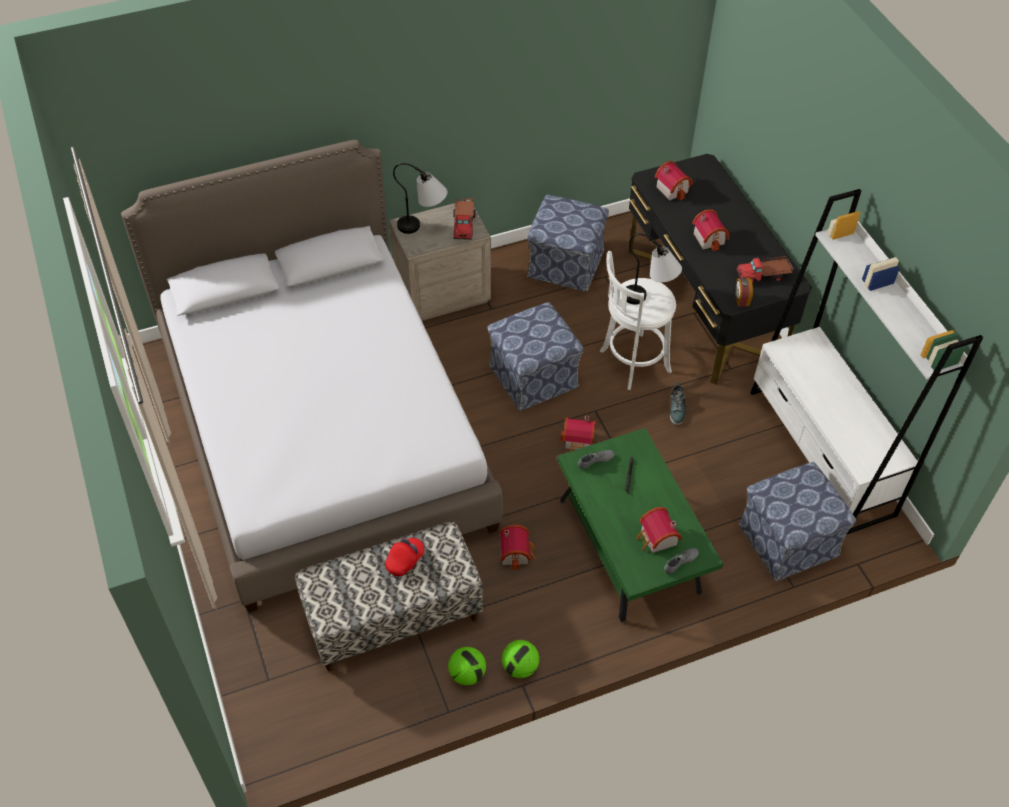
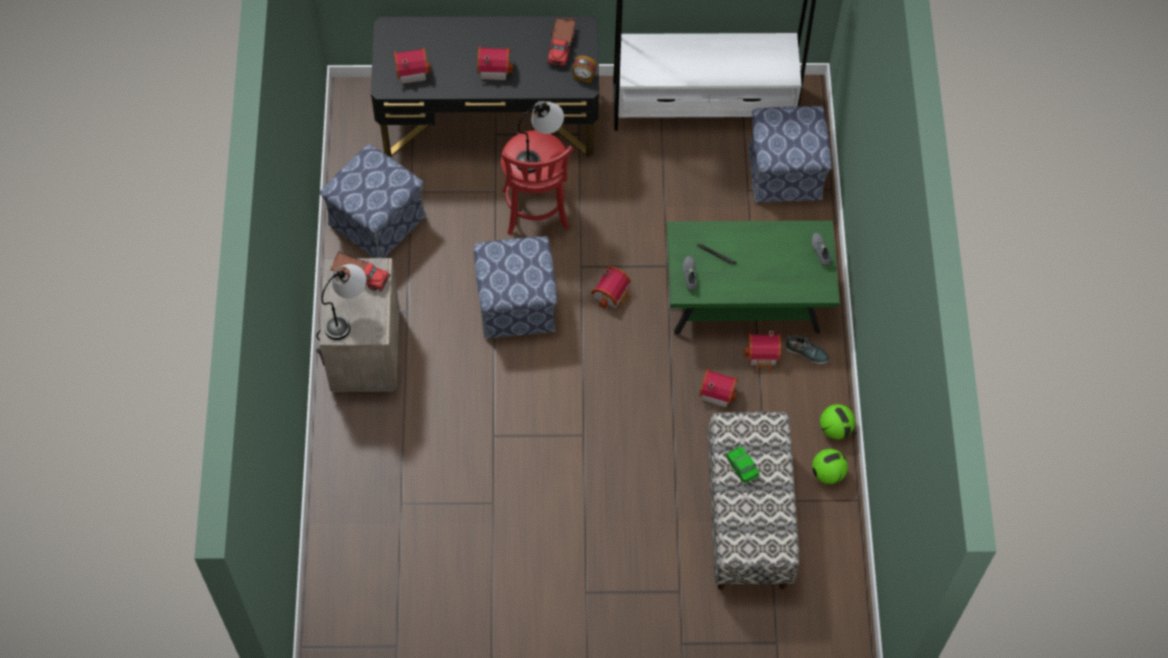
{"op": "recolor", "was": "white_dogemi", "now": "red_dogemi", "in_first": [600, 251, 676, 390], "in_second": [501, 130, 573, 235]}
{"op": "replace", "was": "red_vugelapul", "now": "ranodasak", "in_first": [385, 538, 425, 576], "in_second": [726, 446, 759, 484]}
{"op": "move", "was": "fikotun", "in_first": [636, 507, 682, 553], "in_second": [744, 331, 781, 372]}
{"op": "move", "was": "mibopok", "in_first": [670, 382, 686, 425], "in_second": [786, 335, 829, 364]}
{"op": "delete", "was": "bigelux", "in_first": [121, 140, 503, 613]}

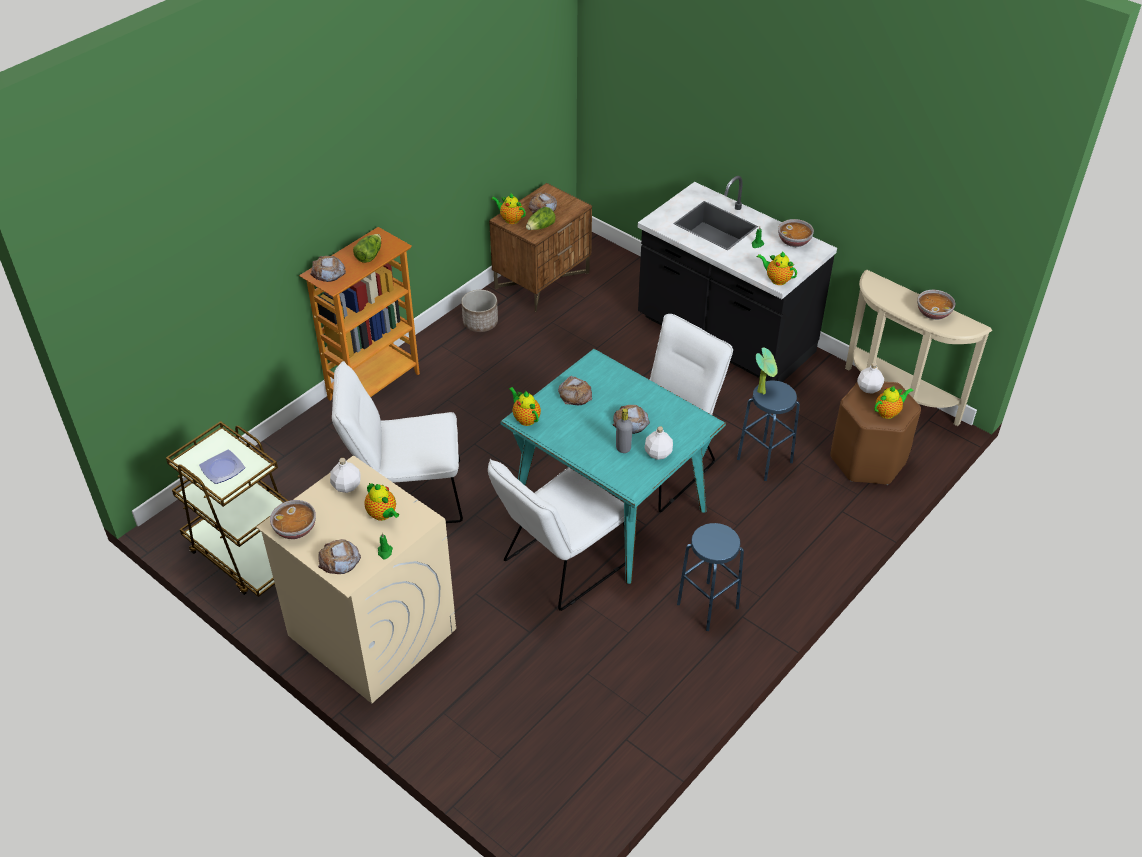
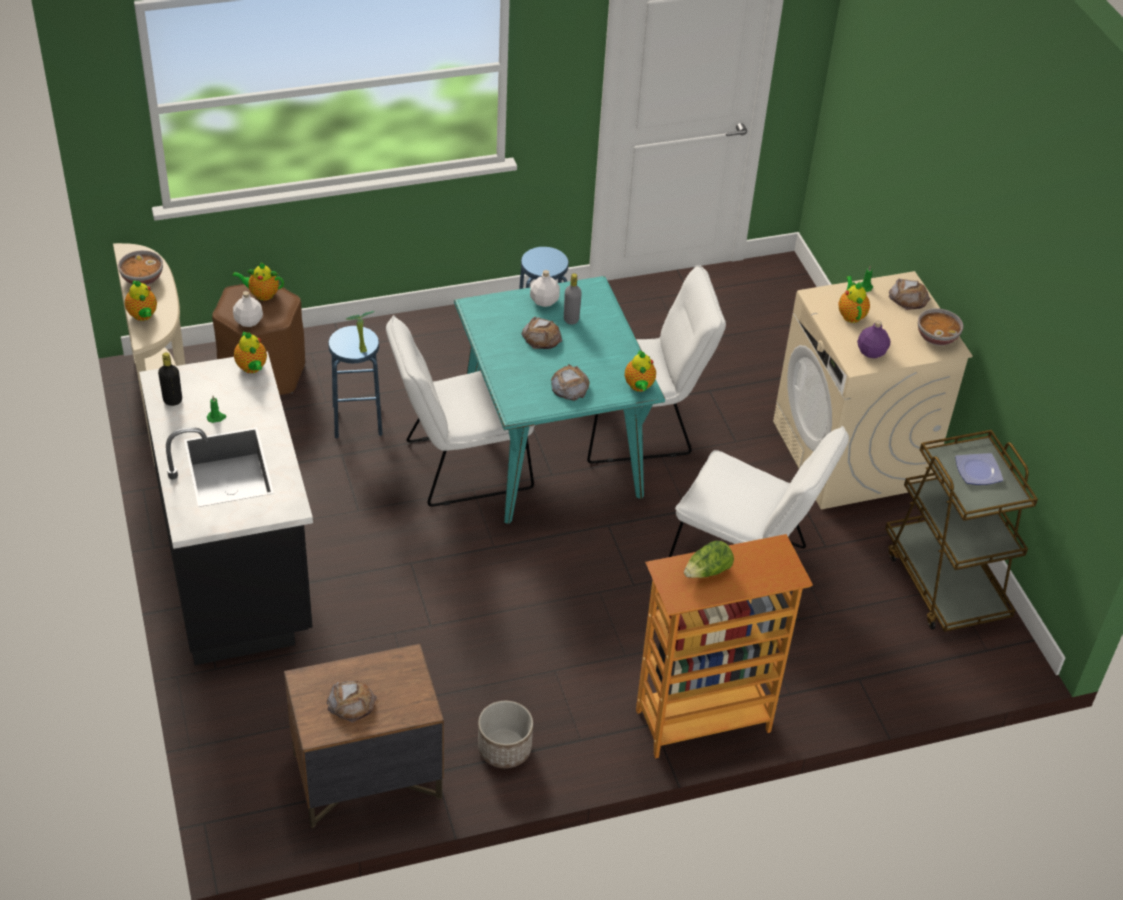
{"op": "move", "was": "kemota", "in_first": [491, 193, 526, 224], "in_second": [125, 280, 157, 321]}
{"op": "replace", "was": "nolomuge", "now": "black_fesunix", "in_first": [778, 219, 814, 247], "in_second": [158, 352, 182, 406]}
{"op": "recolor", "was": "white_fesunix", "now": "purple_fesunix", "in_first": [330, 458, 361, 493], "in_second": [857, 320, 890, 358]}
{"op": "delete", "was": "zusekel", "in_first": [310, 256, 346, 282]}
{"op": "delete", "was": "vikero", "in_first": [526, 207, 556, 230]}

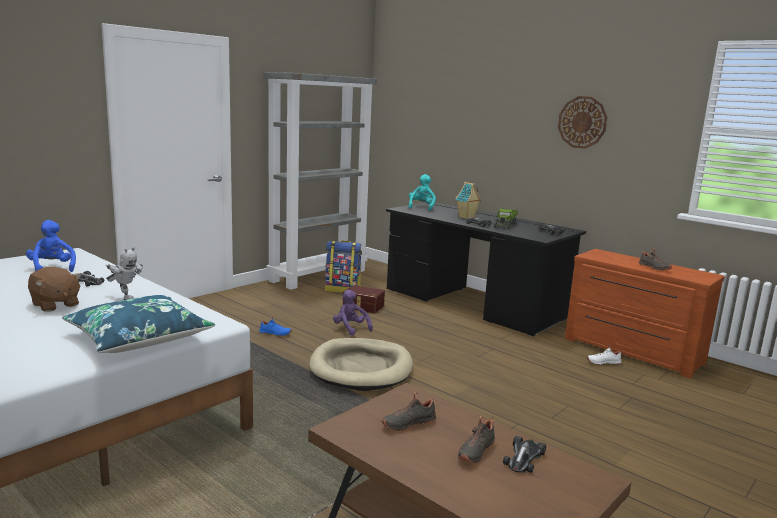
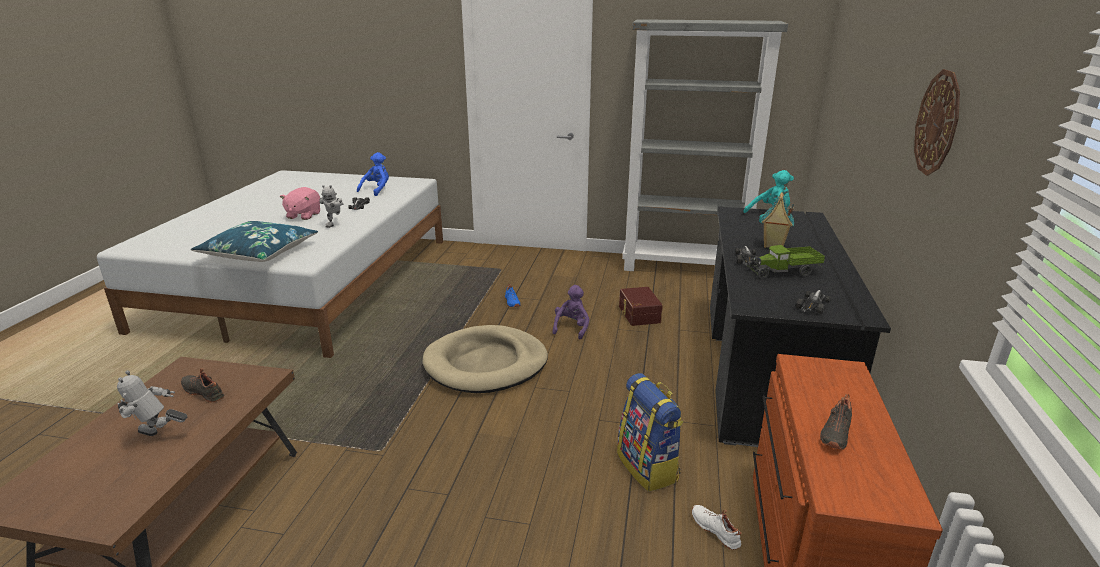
{"op": "replace", "was": "black_mibopok", "now": "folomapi", "in_first": [458, 416, 495, 464], "in_second": [117, 370, 187, 436]}
{"op": "recolor", "was": "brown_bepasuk", "now": "pink_bepasuk", "in_first": [28, 267, 82, 312], "in_second": [280, 187, 320, 220]}
{"op": "move", "was": "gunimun", "in_first": [325, 240, 362, 293], "in_second": [617, 373, 684, 492]}
{"op": "delete", "was": "ranodasak", "in_first": [503, 436, 546, 473]}

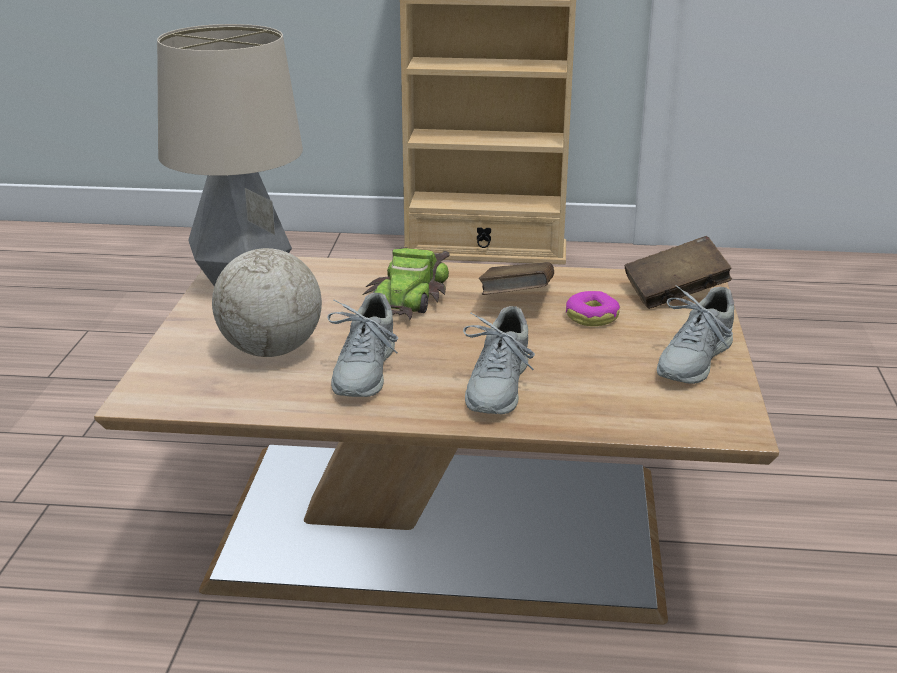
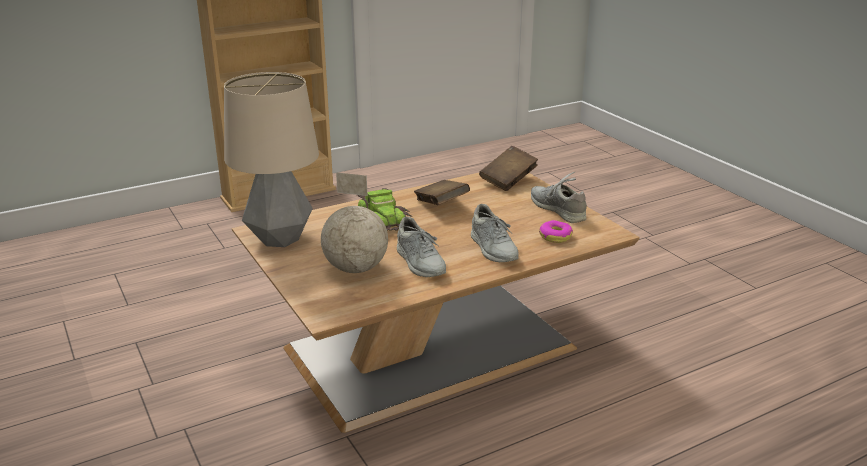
{"op": "rotate", "was": "grey_mibopok", "in_first": [657, 285, 735, 384], "in_second": [531, 172, 587, 223], "clockwise": 150}
{"op": "move", "was": "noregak", "in_first": [566, 291, 620, 326], "in_second": [539, 220, 573, 243]}

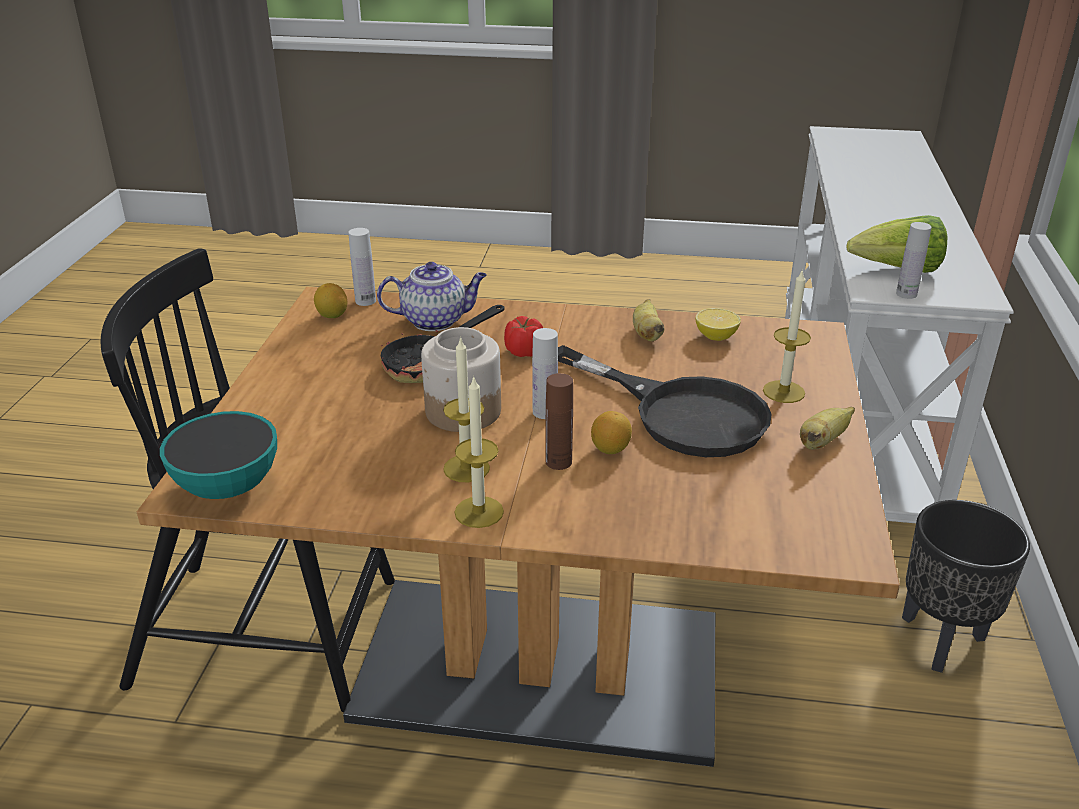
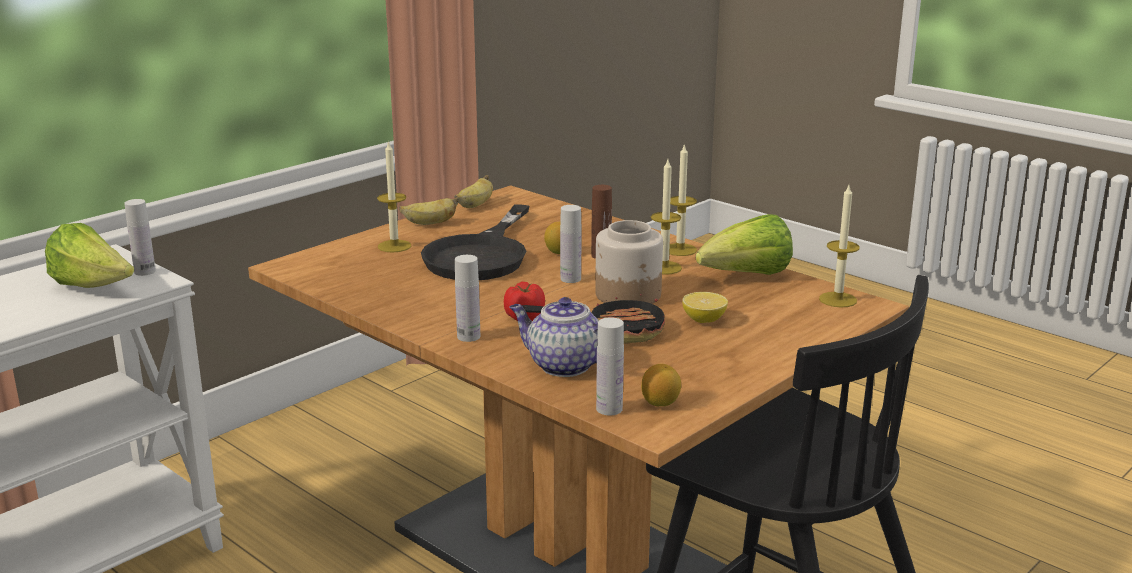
{"op": "rotate", "was": "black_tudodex", "in_first": [558, 345, 772, 457], "in_second": [421, 204, 529, 280], "clockwise": -150}
{"op": "move", "was": "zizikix", "in_first": [633, 299, 664, 342], "in_second": [454, 175, 493, 208]}
{"op": "insert", "now": "white_fesunix", "in_second": [455, 255, 480, 342]}
{"op": "move", "was": "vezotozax", "in_first": [695, 308, 741, 341], "in_second": [682, 292, 728, 323]}
{"op": "insert", "now": "vikero", "in_second": [696, 214, 793, 275]}
{"op": "replace", "was": "nolomuge", "now": "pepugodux", "in_first": [160, 411, 277, 499], "in_second": [819, 185, 860, 308]}
{"op": "delete", "was": "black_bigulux", "in_first": [902, 500, 1030, 673]}

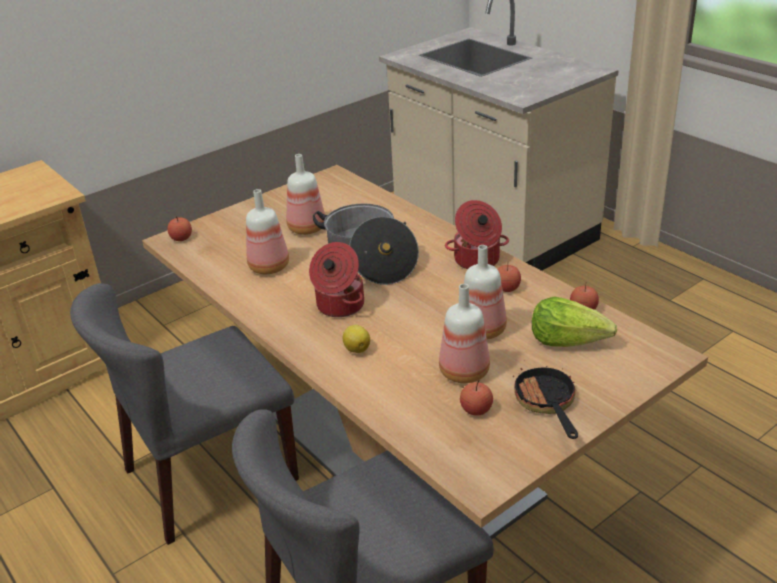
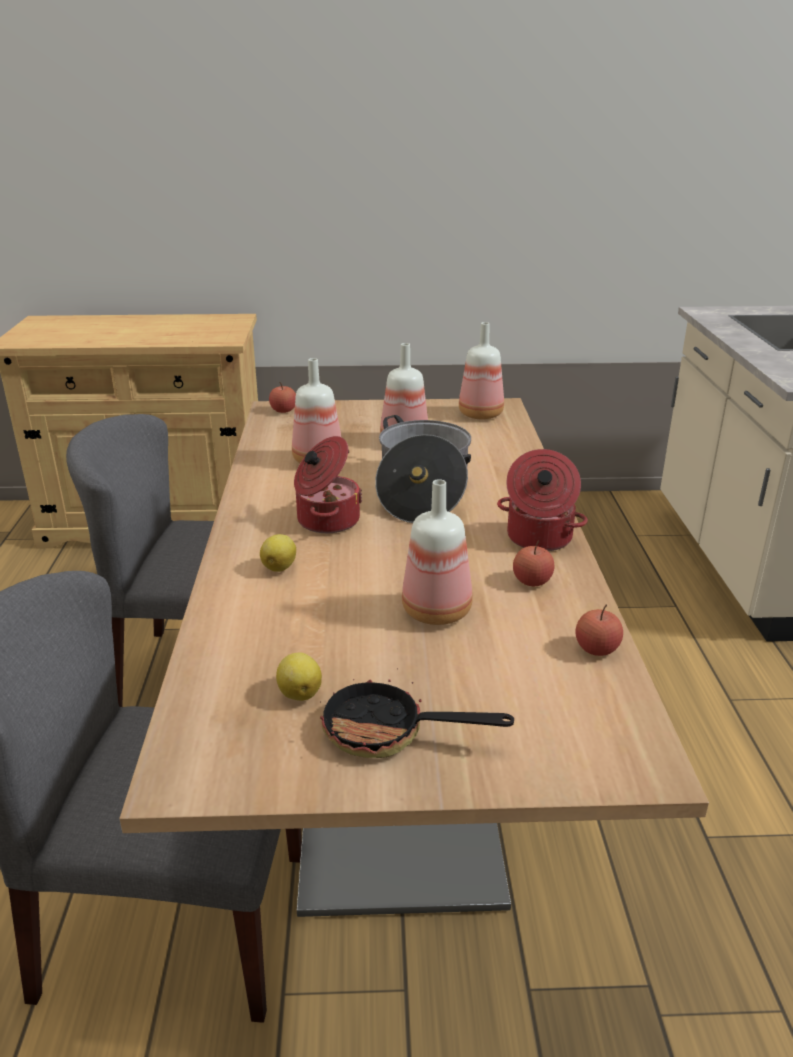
{"op": "replace", "was": "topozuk", "now": "vezotozax", "in_first": [460, 380, 493, 416], "in_second": [276, 652, 322, 701]}
{"op": "rotate", "was": "tudodex", "in_first": [513, 366, 578, 439], "in_second": [320, 668, 514, 758], "clockwise": -105}
{"op": "move", "was": "fesunix", "in_first": [439, 284, 490, 383], "in_second": [459, 322, 504, 419]}
{"op": "delete", "was": "vikero", "in_first": [532, 296, 617, 347]}

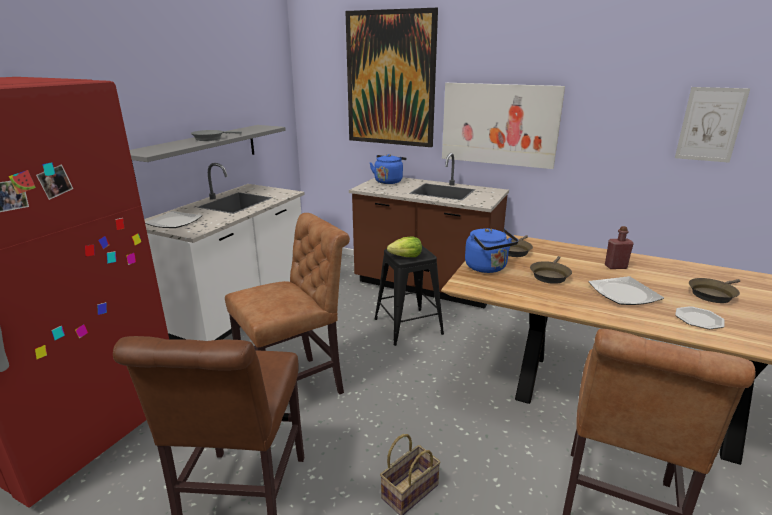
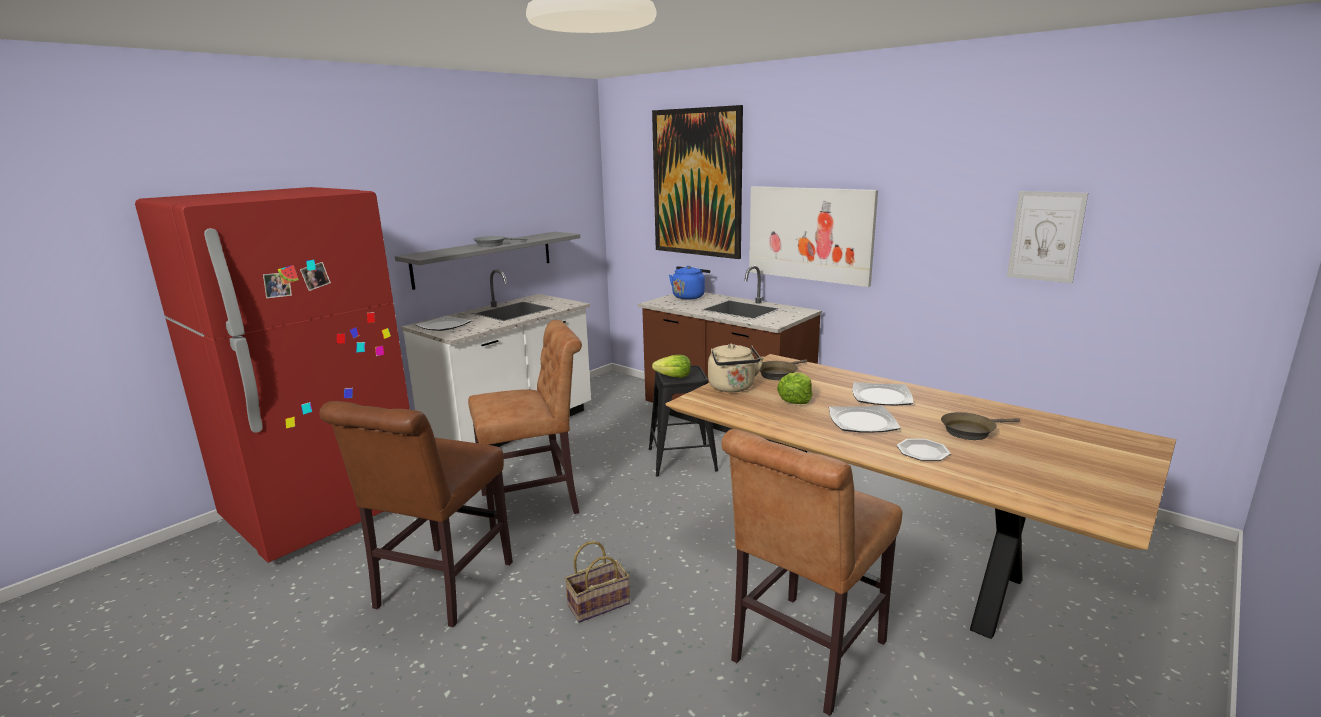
{"op": "recolor", "was": "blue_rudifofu", "now": "beige_rudifofu", "in_first": [465, 228, 519, 273], "in_second": [708, 344, 764, 392]}
{"op": "replace", "was": "brown_tudodex", "now": "vikero", "in_first": [530, 256, 572, 284], "in_second": [777, 372, 813, 404]}
{"op": "replace", "was": "red_fesunix", "now": "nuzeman", "in_first": [605, 226, 634, 269], "in_second": [852, 382, 913, 406]}

